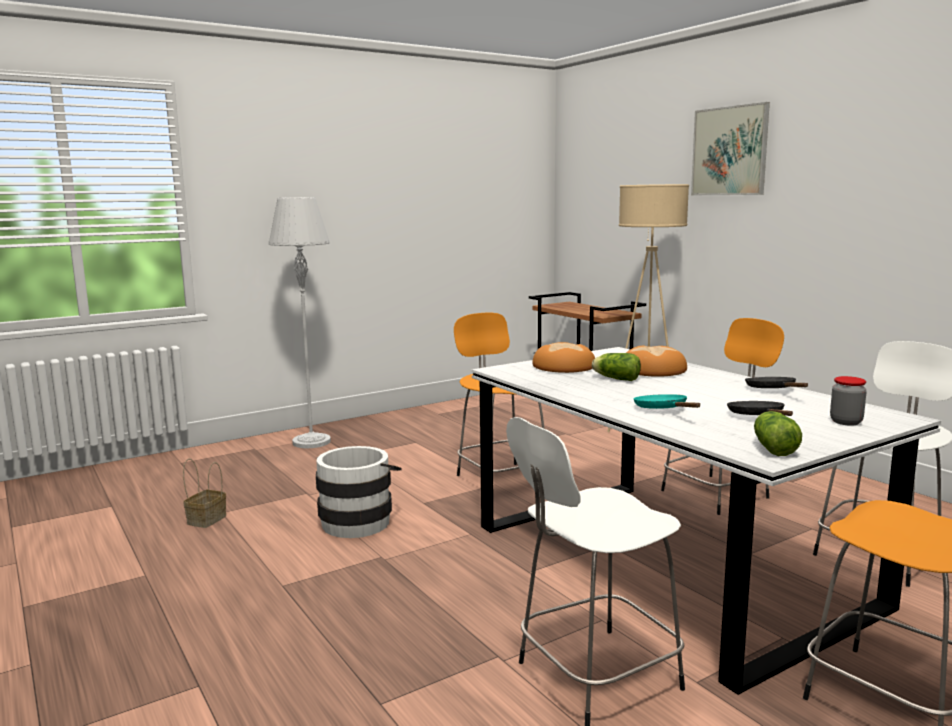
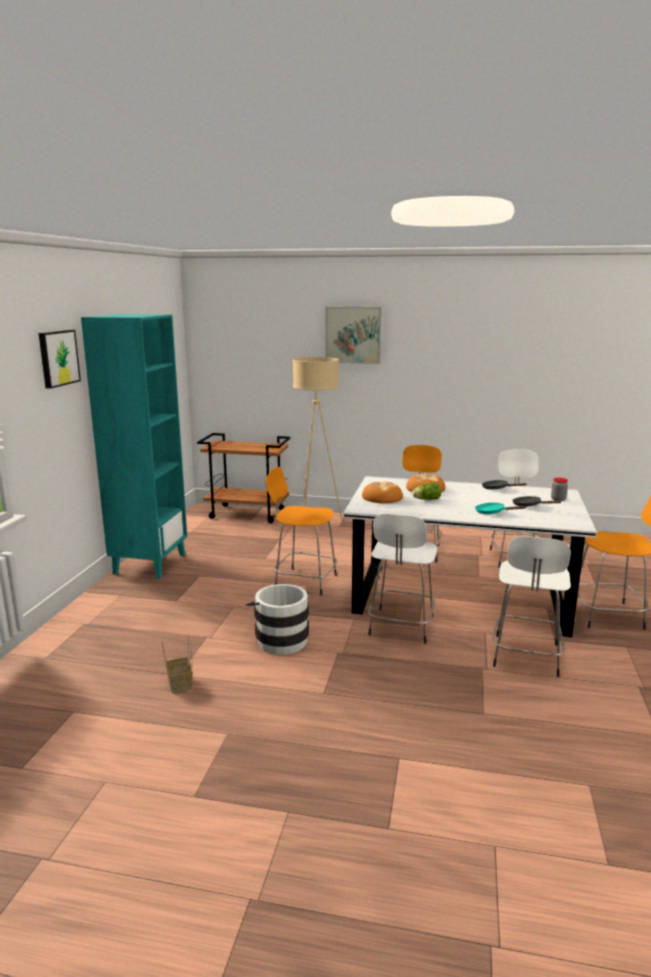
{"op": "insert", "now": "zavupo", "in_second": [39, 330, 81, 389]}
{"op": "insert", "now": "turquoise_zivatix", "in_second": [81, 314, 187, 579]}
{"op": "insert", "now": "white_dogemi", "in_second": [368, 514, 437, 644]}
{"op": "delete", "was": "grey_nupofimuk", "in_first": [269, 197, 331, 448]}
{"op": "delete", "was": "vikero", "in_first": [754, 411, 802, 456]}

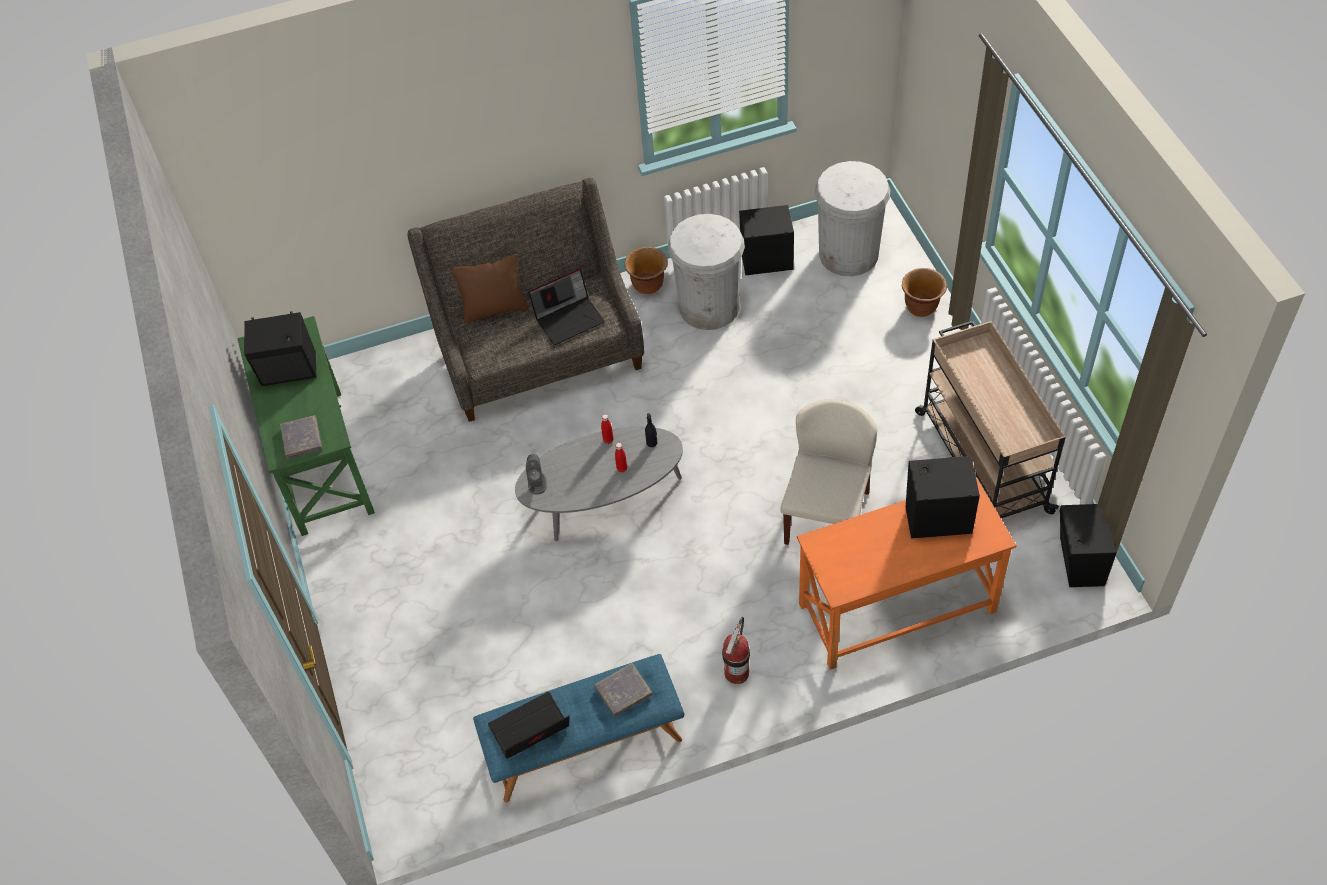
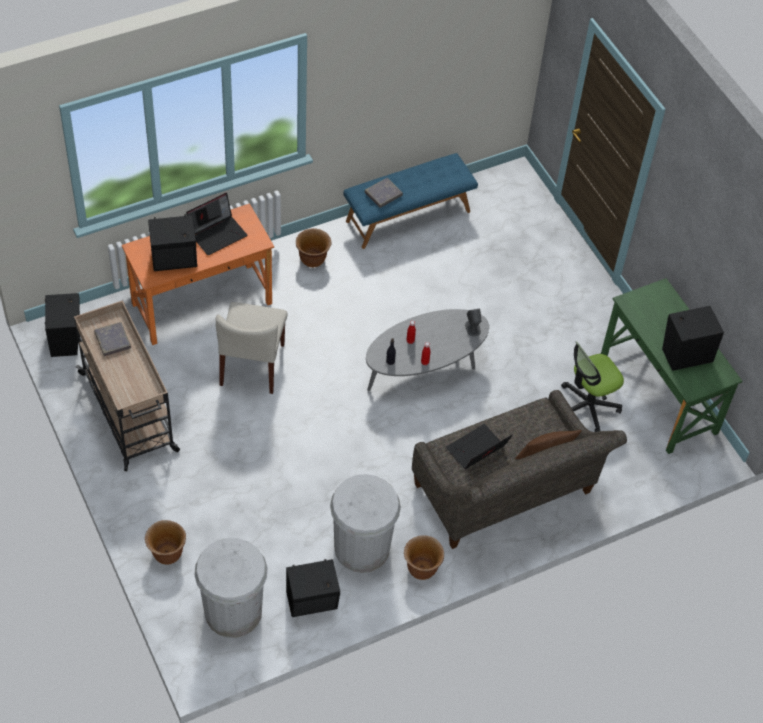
{"op": "move", "was": "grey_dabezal", "in_first": [280, 415, 322, 459], "in_second": [94, 322, 131, 356]}
{"op": "move", "was": "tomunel", "in_first": [488, 692, 569, 759], "in_second": [186, 193, 247, 255]}
{"op": "replace", "was": "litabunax", "now": "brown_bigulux", "in_first": [722, 617, 750, 684], "in_second": [296, 228, 331, 267]}
{"op": "insert", "now": "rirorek", "in_second": [561, 341, 624, 432]}

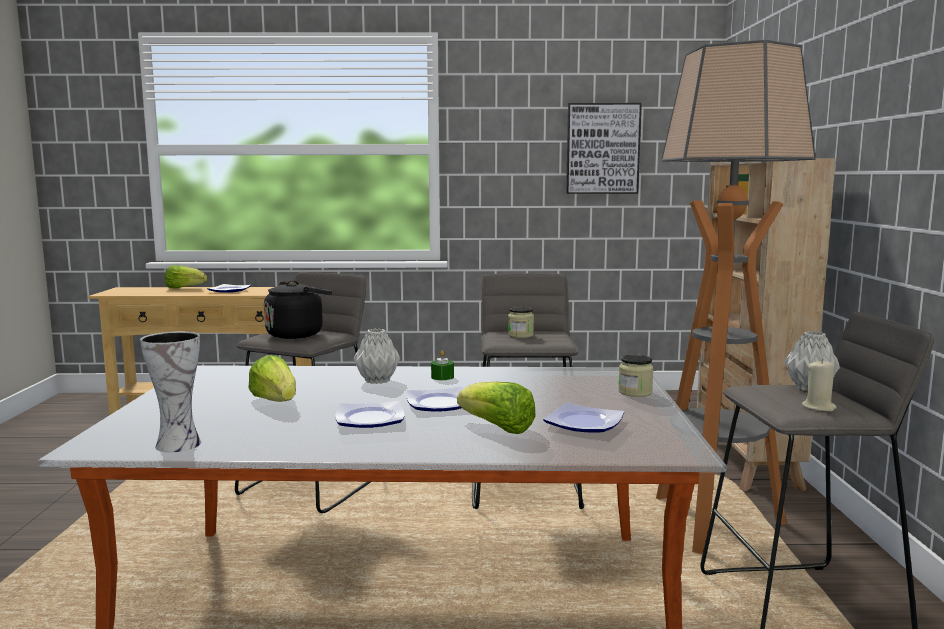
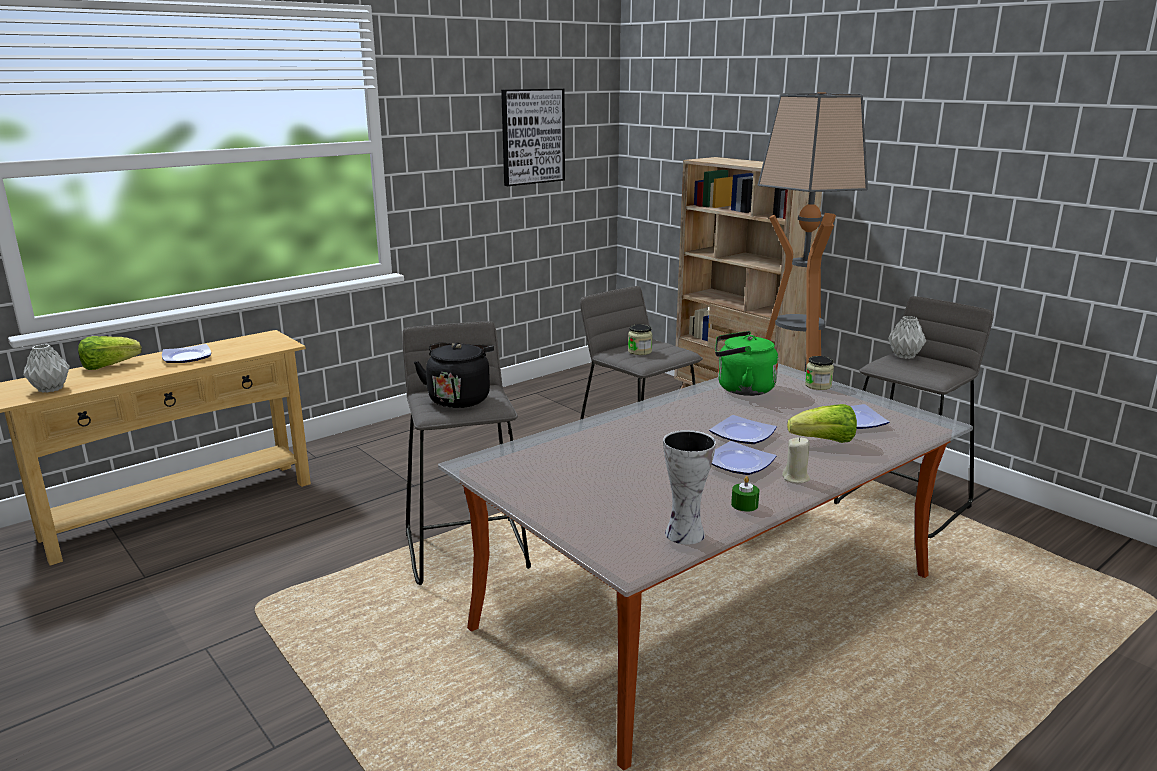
{"op": "move", "was": "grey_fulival", "in_first": [354, 329, 400, 384], "in_second": [23, 344, 70, 393]}
{"op": "insert", "now": "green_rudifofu", "in_second": [715, 331, 778, 396]}
{"op": "move", "was": "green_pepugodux", "in_first": [431, 350, 454, 380], "in_second": [731, 476, 759, 512]}
{"op": "move", "was": "beige_pepugodux", "in_first": [802, 359, 837, 412], "in_second": [782, 437, 810, 483]}
{"op": "delete", "was": "vikero", "in_first": [248, 355, 296, 402]}

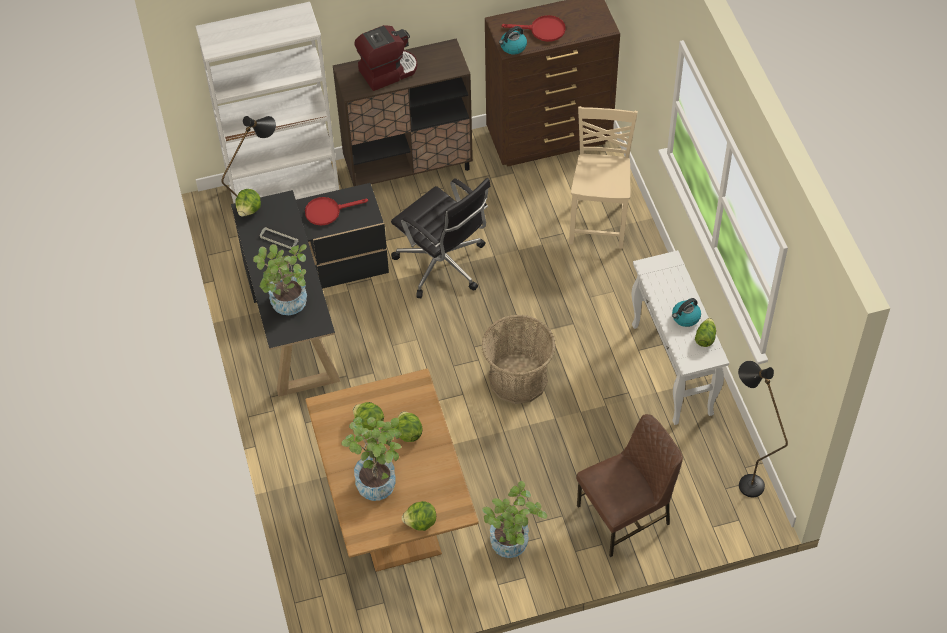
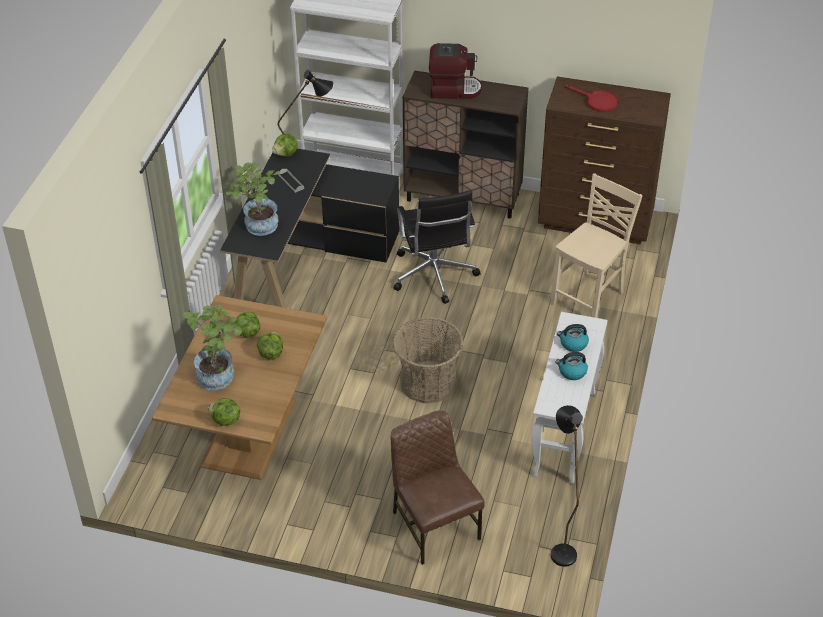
{"op": "rotate", "was": "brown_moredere", "in_first": [576, 414, 683, 557], "in_second": [391, 410, 485, 565], "clockwise": -120}
{"op": "move", "was": "rudifofu", "in_first": [499, 26, 527, 54], "in_second": [557, 324, 589, 352]}
{"op": "delete", "was": "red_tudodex", "in_first": [305, 197, 368, 225]}
{"op": "delete", "was": "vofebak", "in_first": [482, 481, 547, 558]}
{"op": "delete", "was": "vikero", "in_first": [695, 318, 716, 347]}

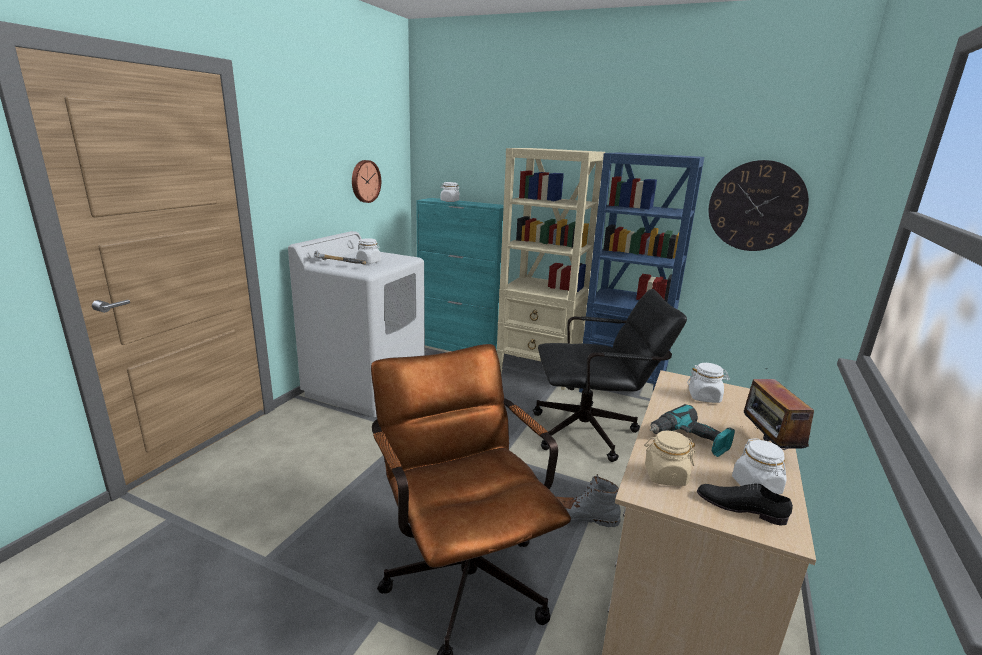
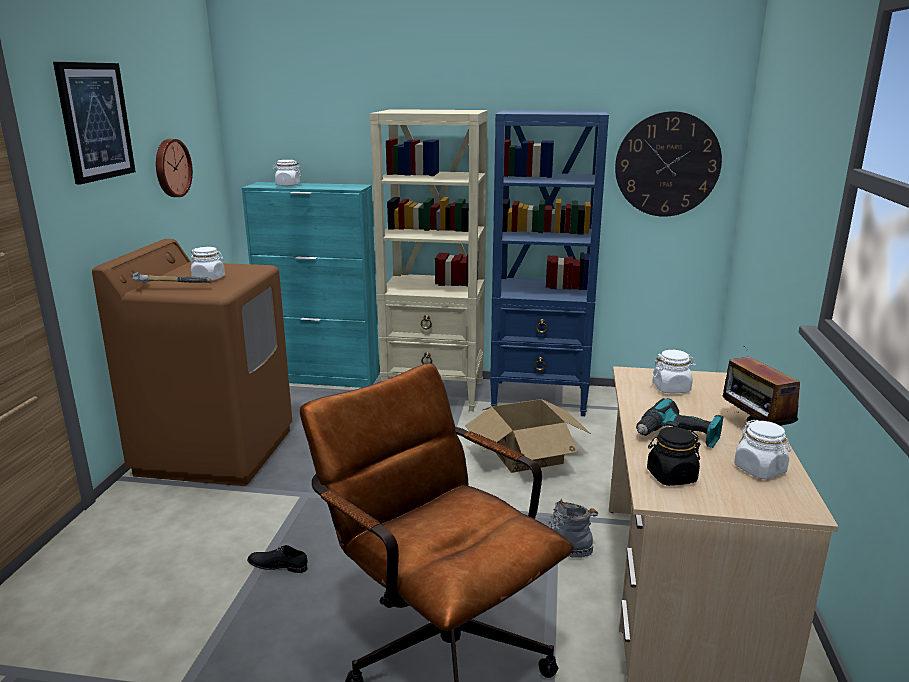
{"op": "insert", "now": "zavupo", "in_second": [53, 62, 136, 184]}
{"op": "recolor", "was": "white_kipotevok", "now": "brown_kipotevok", "in_first": [288, 231, 425, 417], "in_second": [92, 239, 292, 486]}
{"op": "move", "was": "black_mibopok", "in_first": [697, 483, 793, 526], "in_second": [247, 545, 308, 573]}
{"op": "replace", "was": "black_rirorek", "now": "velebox", "in_first": [533, 289, 687, 462], "in_second": [465, 399, 591, 473]}
{"op": "recolor", "was": "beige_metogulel", "now": "black_metogulel", "in_first": [645, 431, 696, 486], "in_second": [647, 427, 701, 486]}

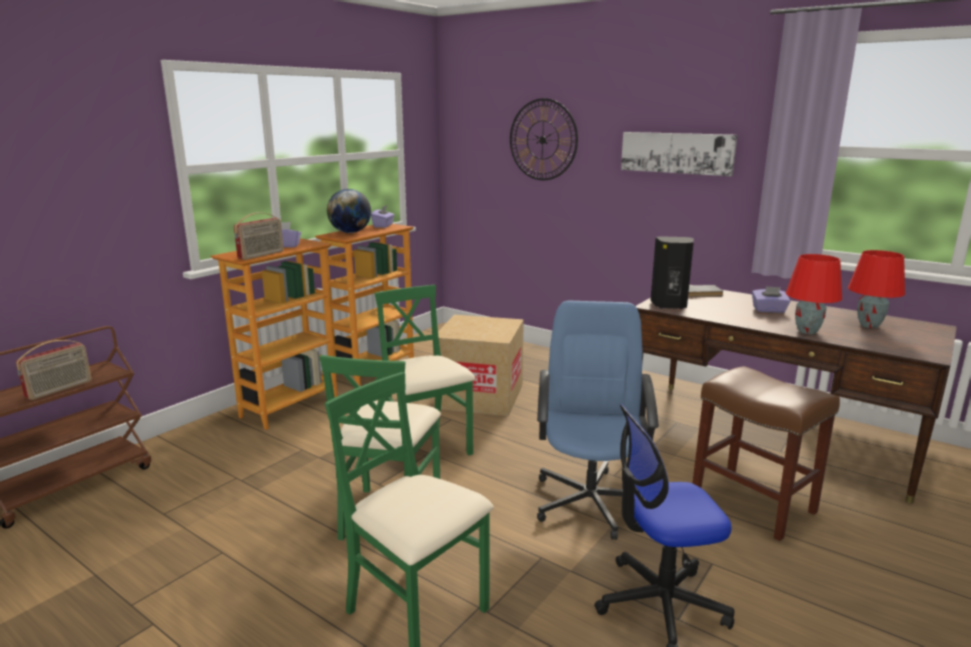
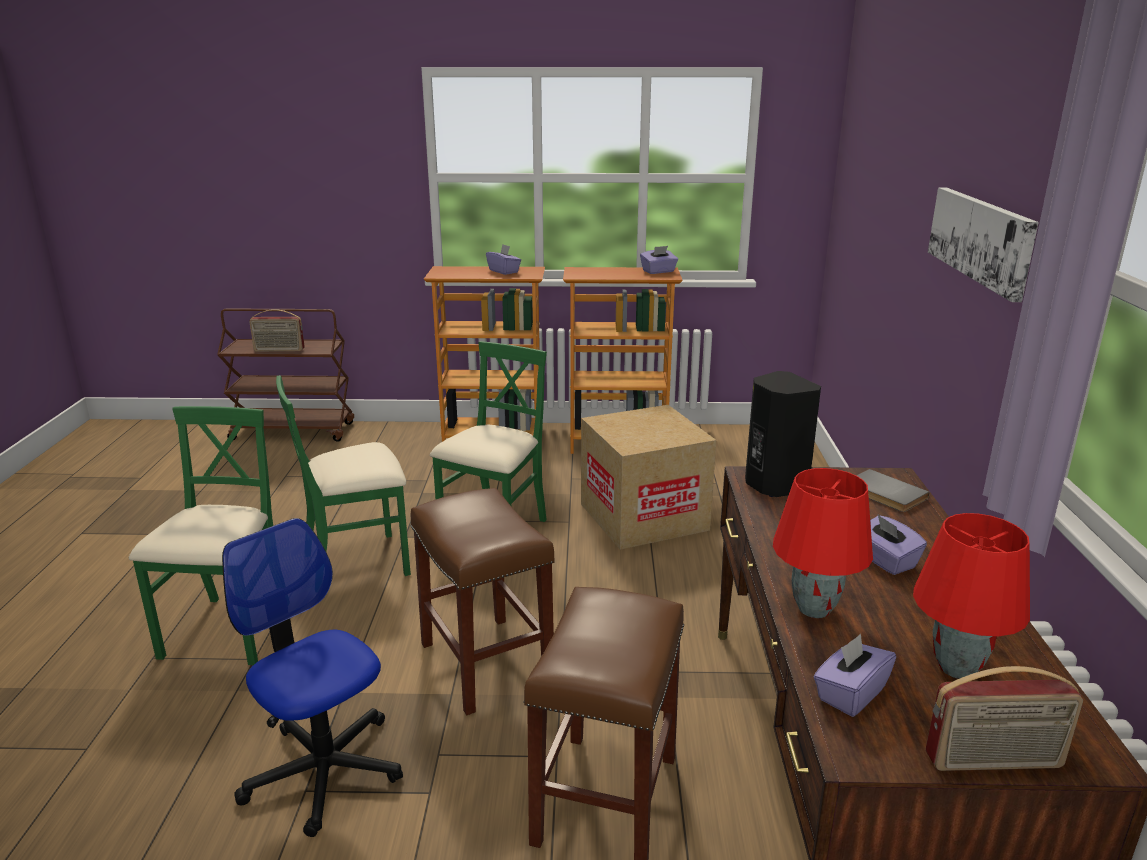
{"op": "replace", "was": "blue_rirorek", "now": "brown_dogemi", "in_first": [537, 301, 659, 540], "in_second": [411, 488, 555, 715]}
{"op": "insert", "now": "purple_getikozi", "in_second": [814, 634, 896, 717]}
{"op": "move", "was": "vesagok", "in_first": [234, 212, 284, 260], "in_second": [926, 666, 1083, 771]}
{"op": "delete", "was": "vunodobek", "in_first": [327, 189, 371, 233]}
{"op": "delete", "was": "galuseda", "in_first": [510, 98, 578, 180]}

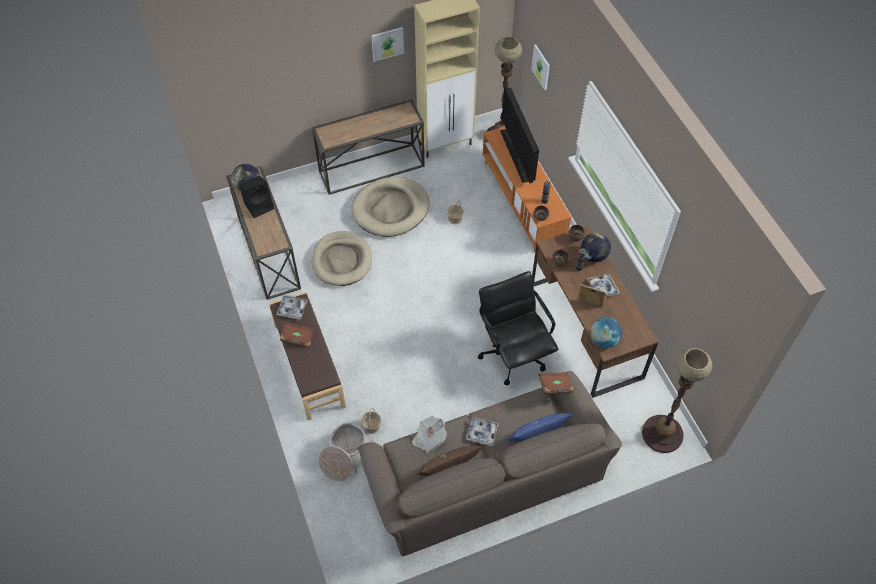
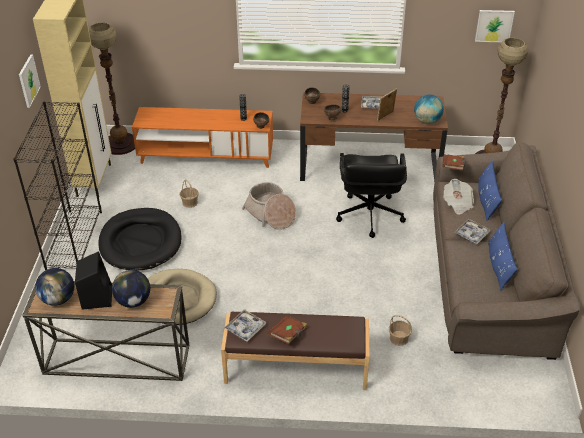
{"op": "replace", "was": "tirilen", "now": "black_zivatix", "in_first": [312, 99, 424, 195], "in_second": [13, 102, 102, 270]}
{"op": "recolor", "was": "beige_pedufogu", "now": "black_pedufogu", "in_first": [351, 177, 430, 237], "in_second": [99, 208, 182, 270]}
{"op": "move", "was": "vunodobek", "in_first": [581, 233, 611, 262], "in_second": [112, 270, 150, 308]}
{"op": "move", "was": "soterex", "in_first": [319, 423, 376, 481], "in_second": [242, 182, 296, 230]}
{"op": "rotate", "was": "black_rirorek", "in_first": [478, 271, 558, 385], "in_second": [336, 153, 407, 238], "clockwise": -90}
{"op": "move", "was": "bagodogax", "in_first": [412, 416, 447, 453], "in_second": [443, 179, 474, 215]}
{"op": "move", "was": "zavupo", "in_first": [531, 45, 550, 90], "in_second": [475, 10, 515, 42]}
{"op": "recolor", "was": "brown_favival", "now": "blue_favival", "in_first": [417, 445, 482, 476], "in_second": [488, 222, 518, 290]}
{"op": "delete", "was": "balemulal", "in_first": [500, 86, 539, 184]}

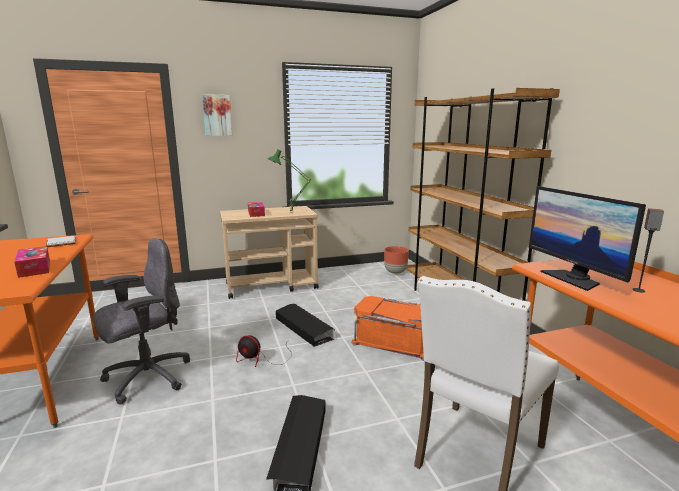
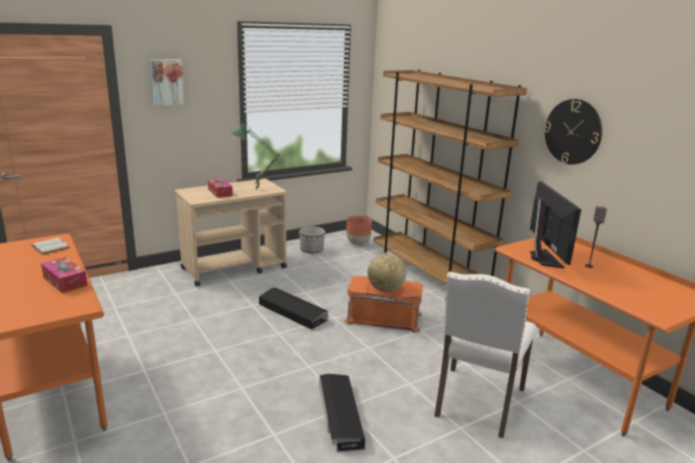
{"op": "insert", "now": "bigulux", "in_second": [299, 227, 325, 254]}
{"op": "insert", "now": "vunodobek", "in_second": [367, 253, 406, 292]}
{"op": "rotate", "was": "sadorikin", "in_first": [529, 186, 646, 291], "in_second": [530, 181, 581, 268], "clockwise": -150}
{"op": "insert", "now": "galuseda", "in_second": [544, 99, 602, 164]}
{"op": "delete", "was": "grey_rirorek", "in_first": [93, 238, 190, 405]}
{"op": "delete", "was": "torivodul", "in_first": [236, 335, 292, 367]}

